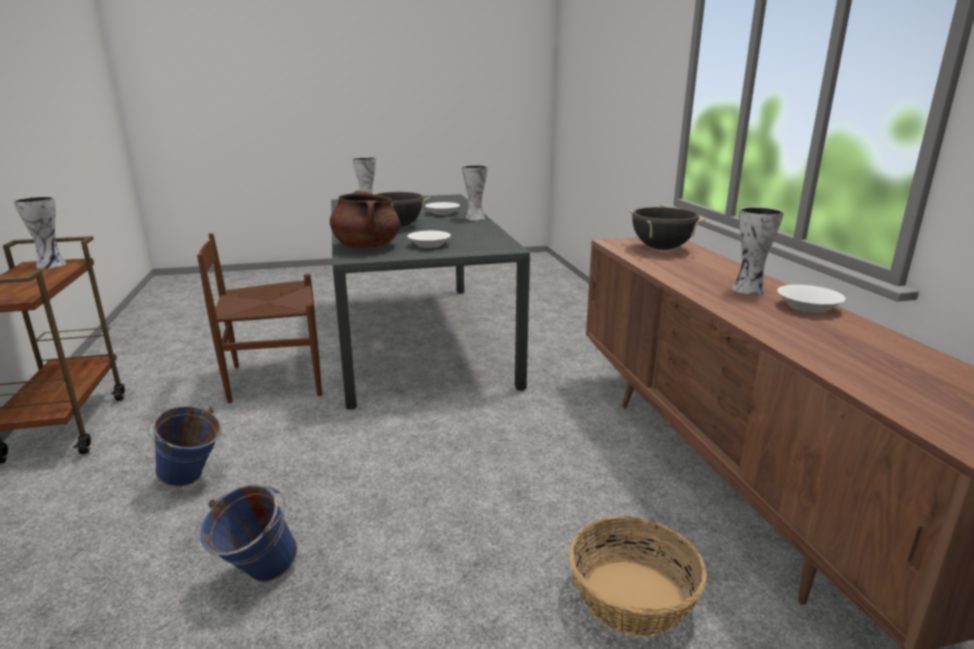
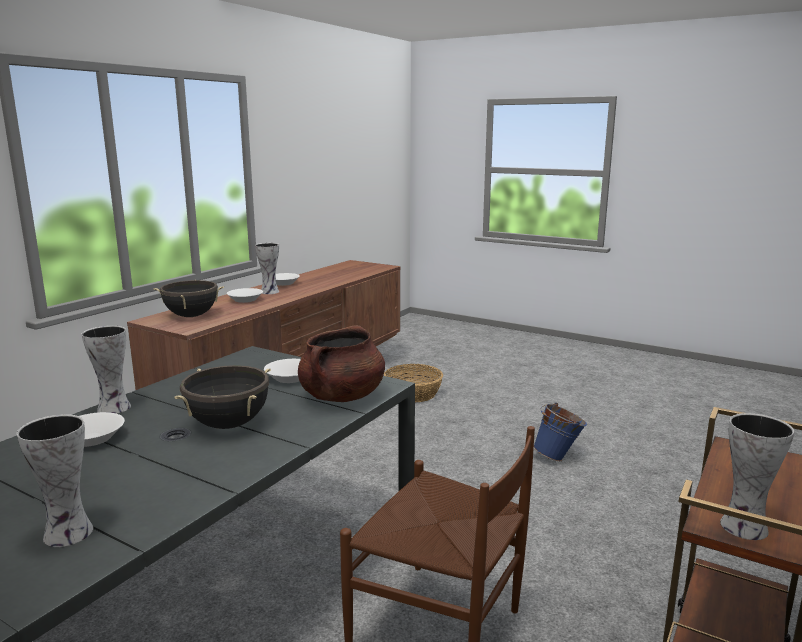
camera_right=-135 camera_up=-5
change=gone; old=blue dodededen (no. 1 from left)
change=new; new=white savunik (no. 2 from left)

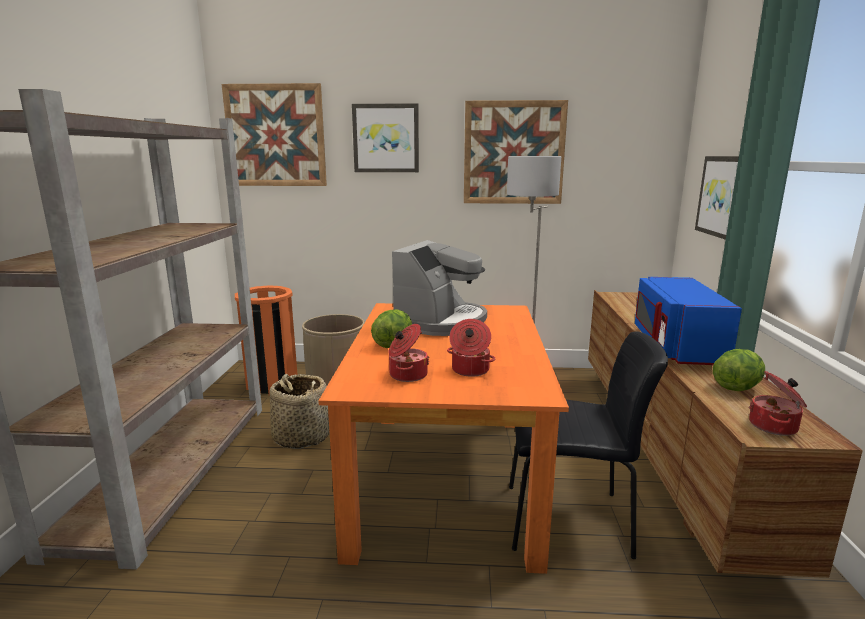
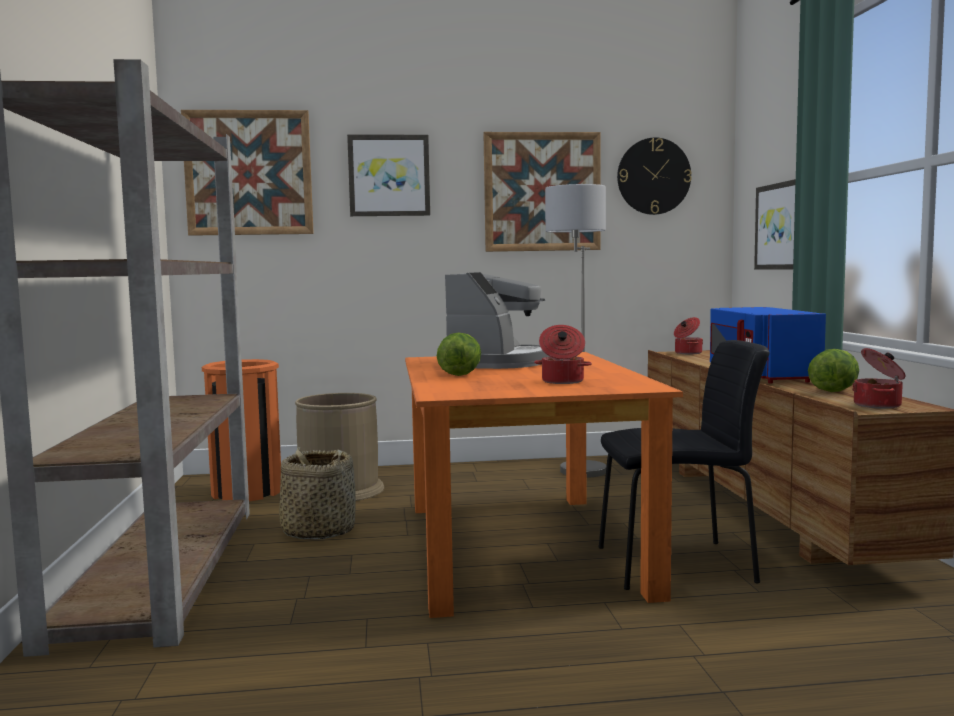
camera_right=-10 camera_up=-10
change=shifted; old=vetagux (no. 1 from left in the first image); new=vetagux (no. 2 from left)
change=new; new=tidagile

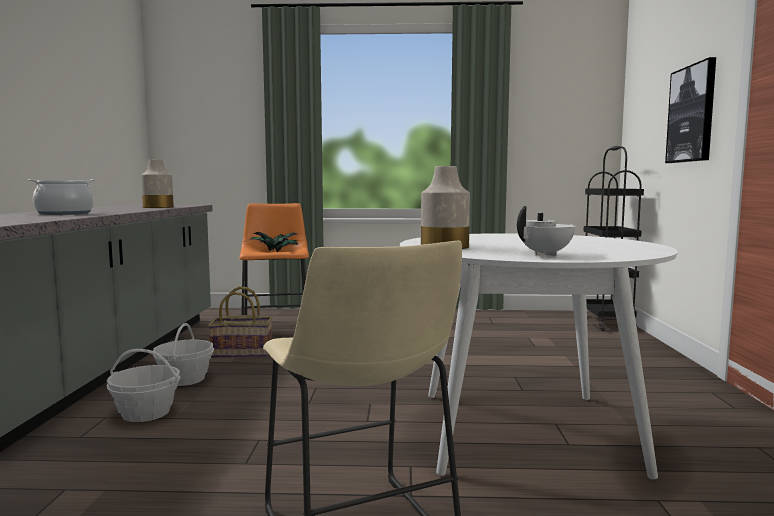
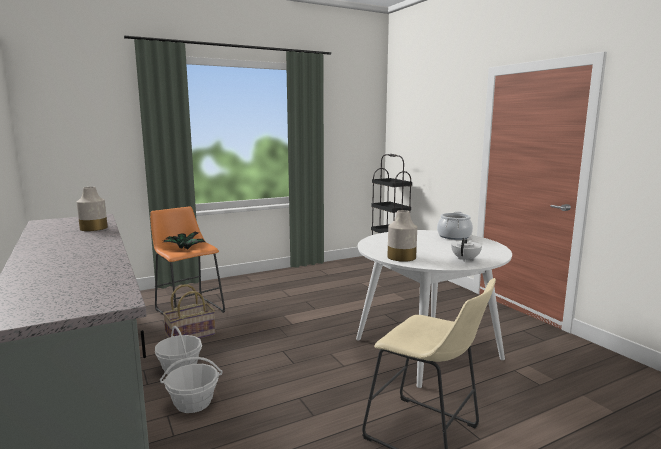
camera_right=-30 camera_up=5
change=gone; old=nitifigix
change=shifted; old=vetagux

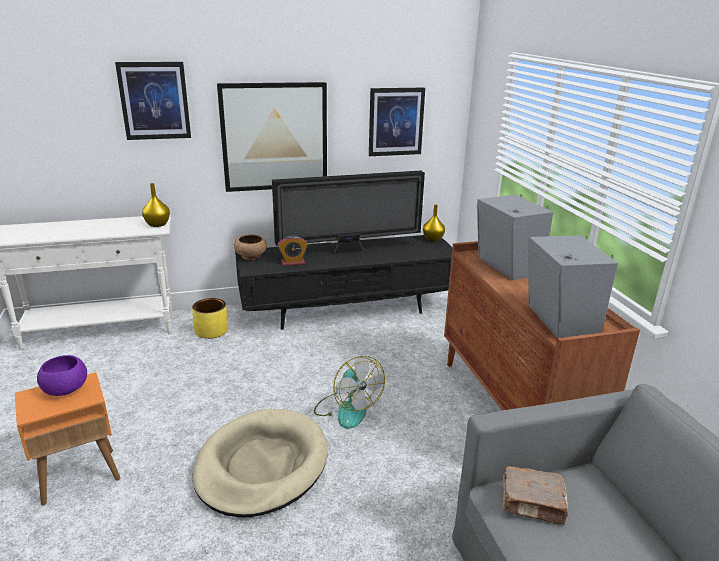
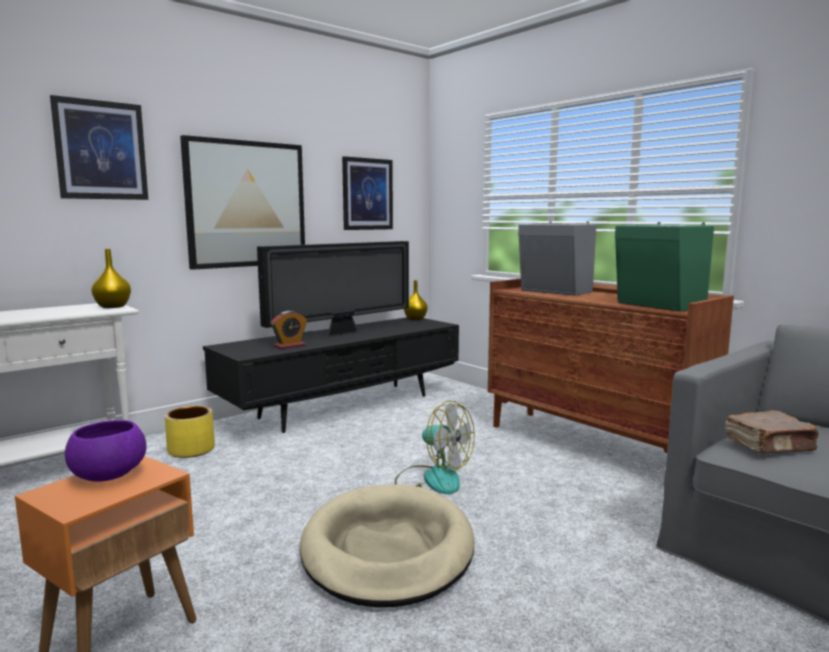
camera_right=-25 camera_up=-15
change=gone; old=brown savunik
change=repainted; old=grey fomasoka (no. 2 from left); new=green fomasoka

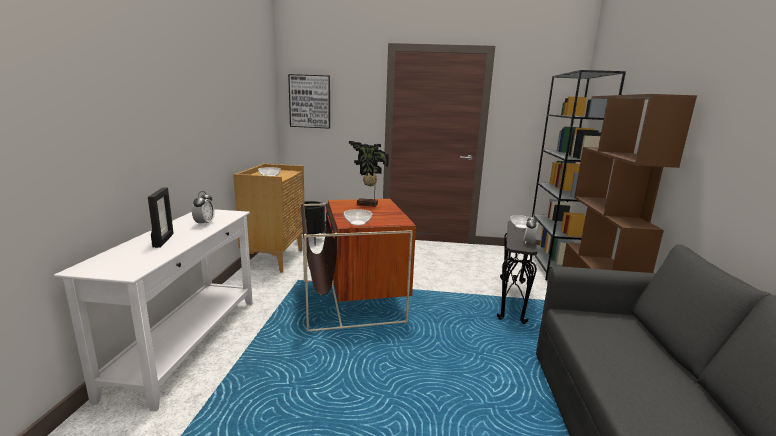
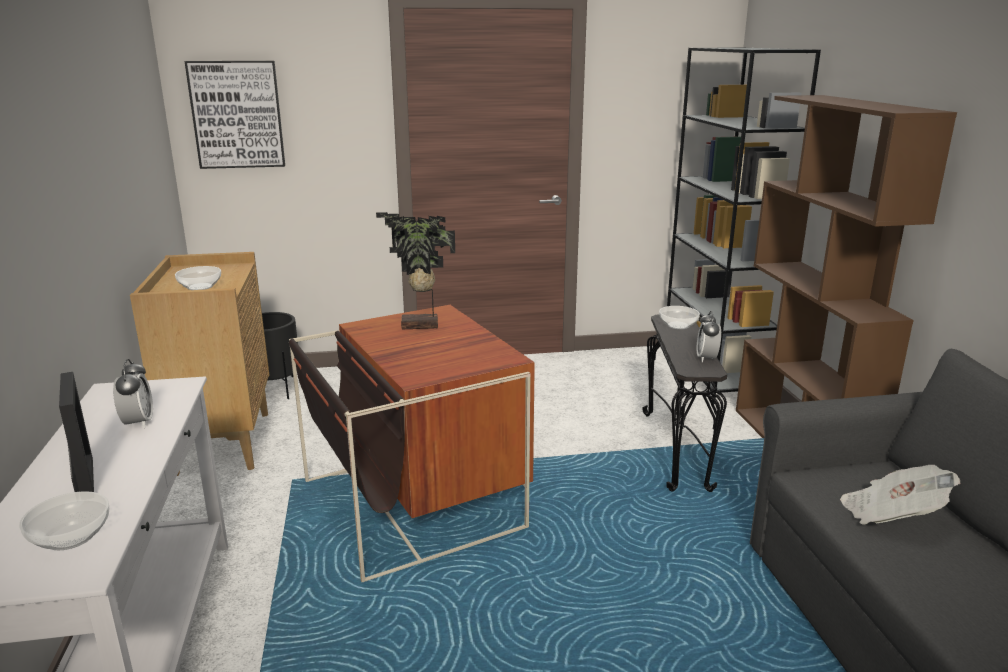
camera_right=-15 camera_up=5
change=shifted; old=savunik (no. 2 from left in the first image); new=savunik (no. 1 from left)
change=new; new=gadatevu

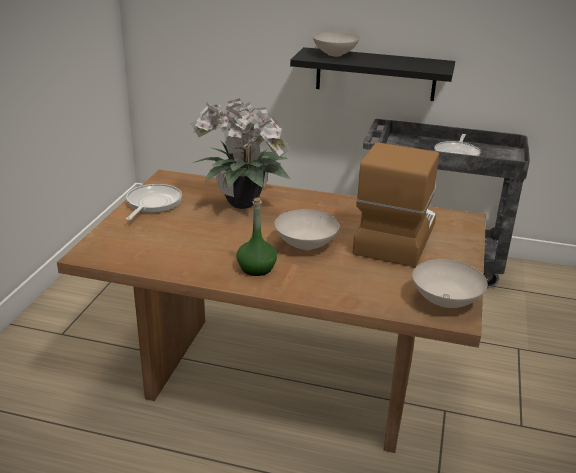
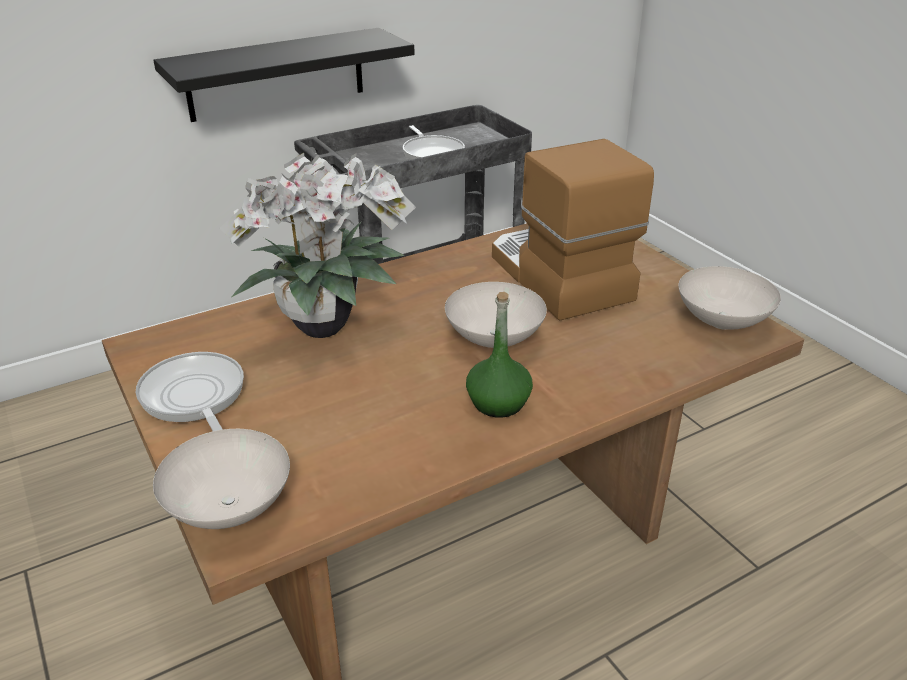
camera_right=-45 camera_up=5
change=shifted; old=white savunik (no. 2 from left in the first image); new=white savunik (no. 1 from left)

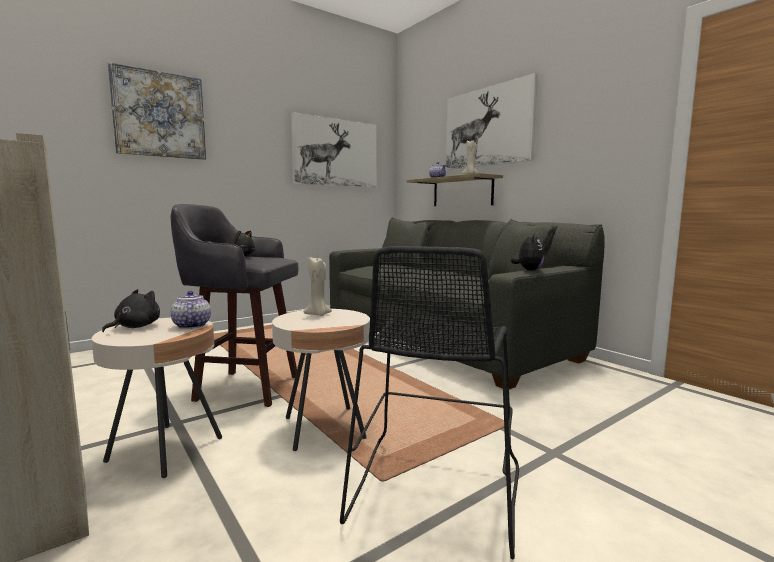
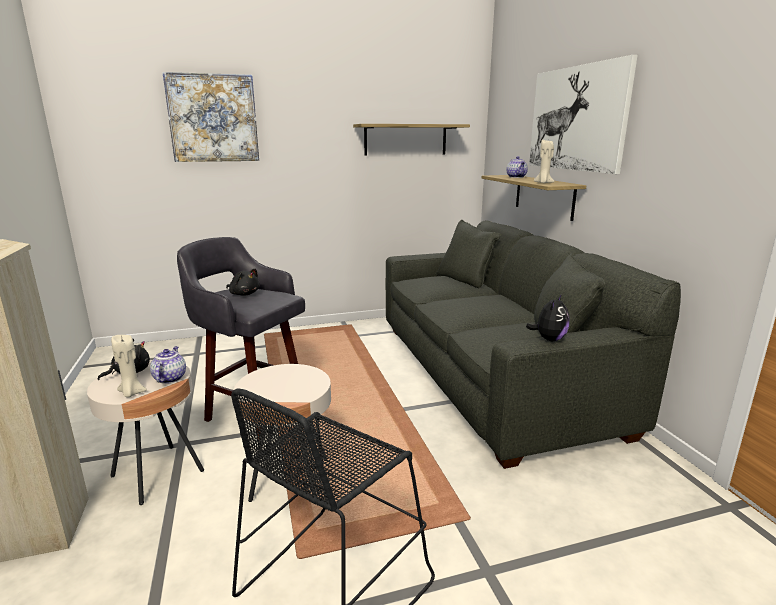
camera_right=20 camera_up=10
change=swapped; old=nitifigix (no. 2 from left); new=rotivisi (no. 1 from left)
change=shifted; old=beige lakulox (no. 1 from left)

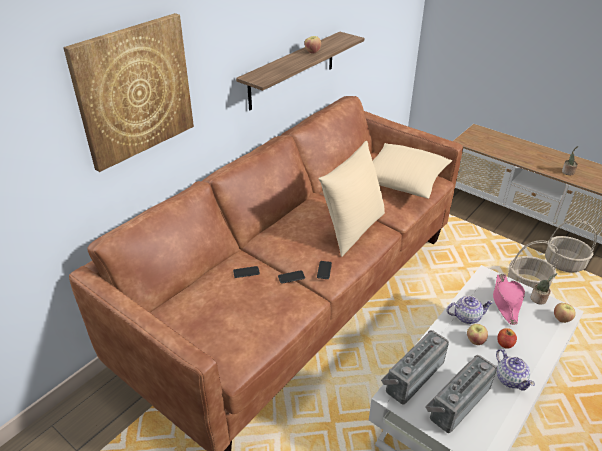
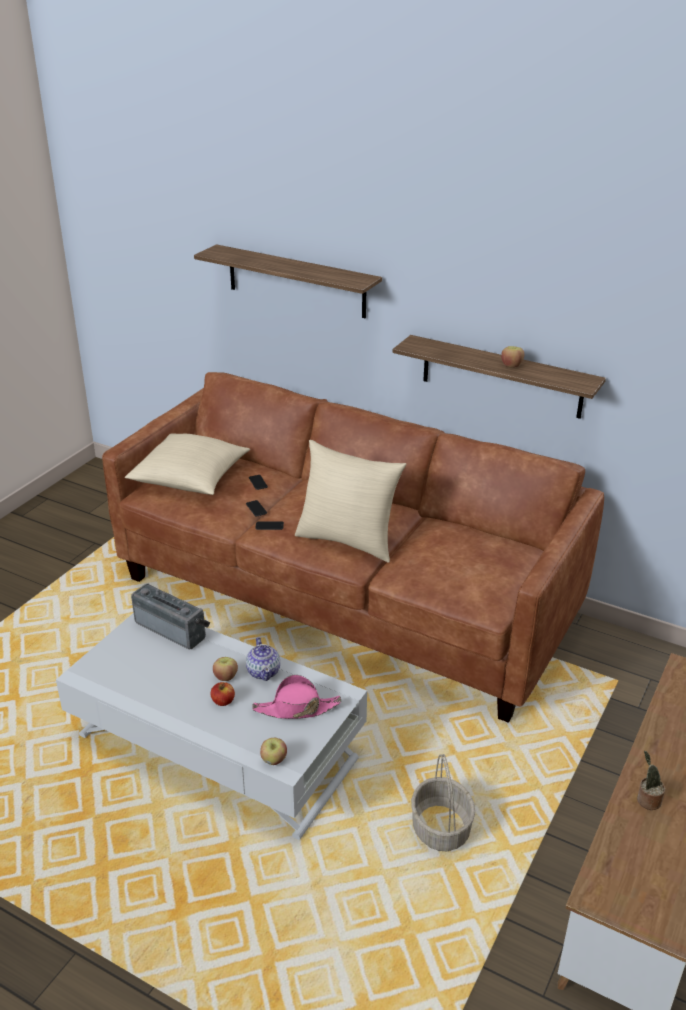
camera_right=80 camera_up=-5
change=swapped; old=nitifigix; new=rotivisi (no. 1 from left)
change=shifted; old=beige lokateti (no. 2 from left in the first image); new=beige lokateti (no. 1 from left)
change=gone; old=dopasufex (no. 2 from left)
change=gone; old=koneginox (no. 1 from left)
change=gone; old=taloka (no. 2 from left)
change=gone; old=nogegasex (no. 2 from left)

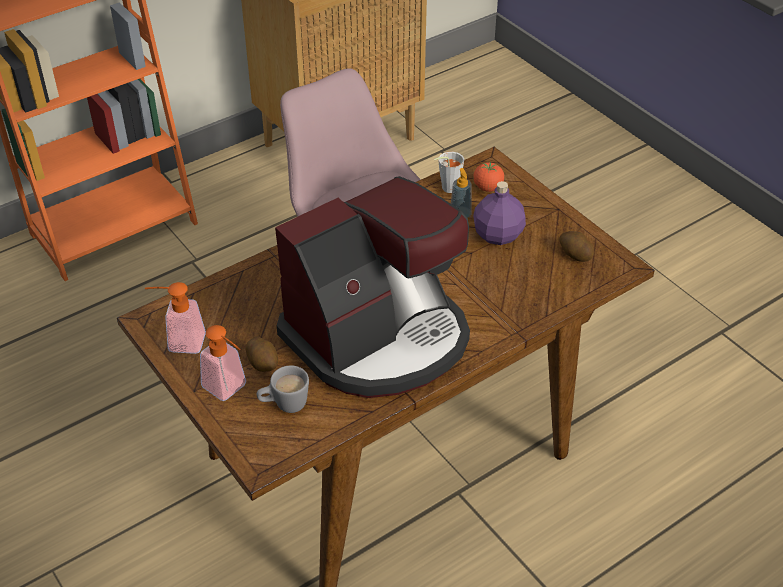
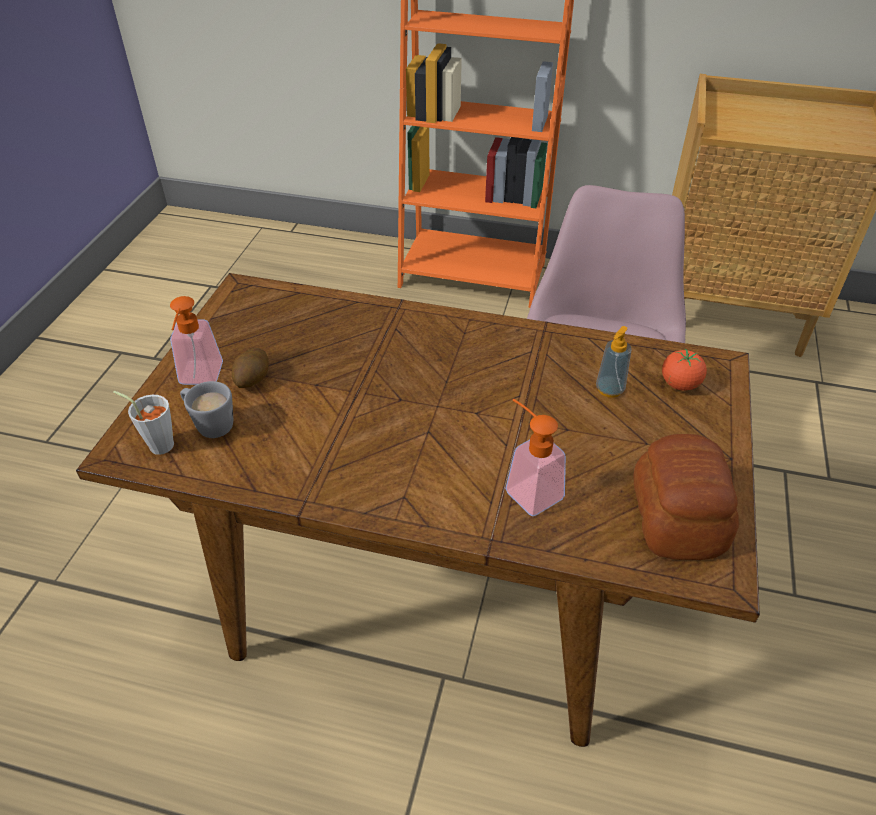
camera_right=50 camera_up=0
change=shifted; old=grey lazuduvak
change=gone; old=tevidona
change=gone; old=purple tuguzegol
change=swapped; old=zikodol (no. 2 from left); new=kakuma
change=shifted; old=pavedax (no. 1 from left in the first image); new=pavedax (no. 2 from left)

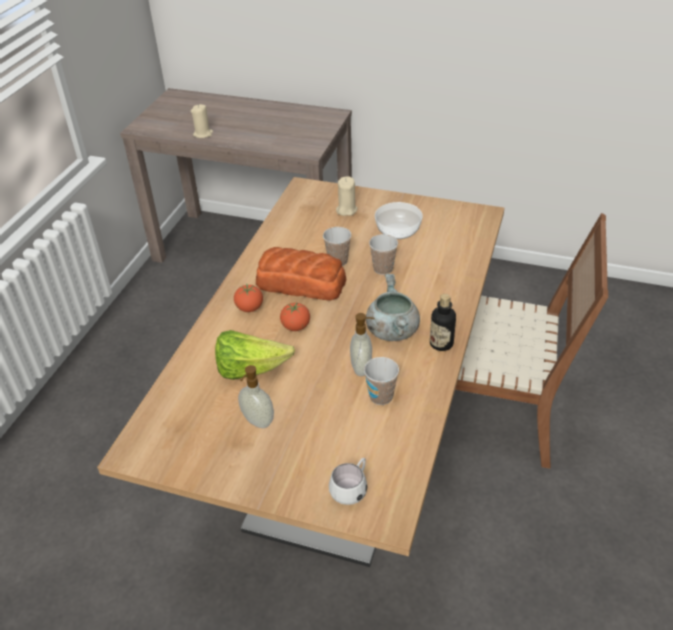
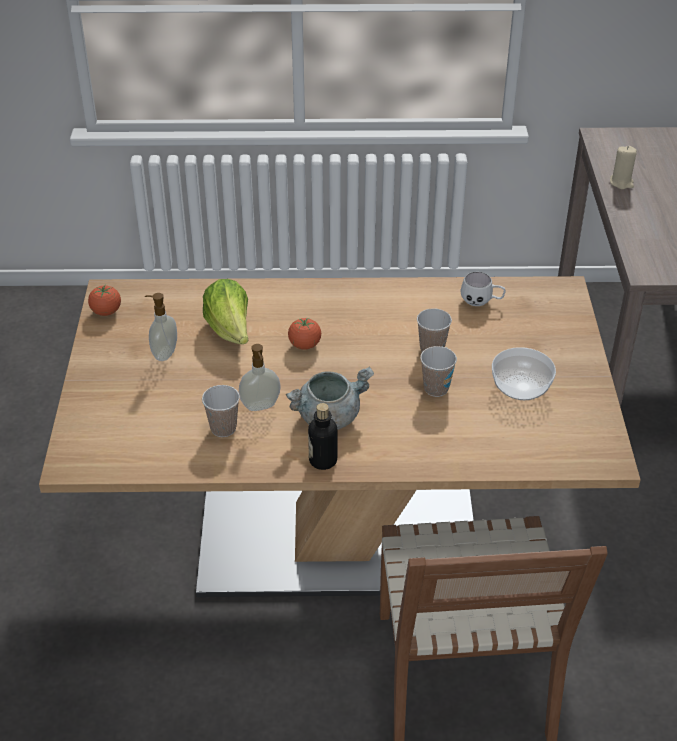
camera_right=70 camera_up=0
change=gone; old=beige lakulox (no. 2 from left)
change=gone; old=kakuma
change=shifted; old=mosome (no. 1 from left)
change=shifted; old=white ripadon

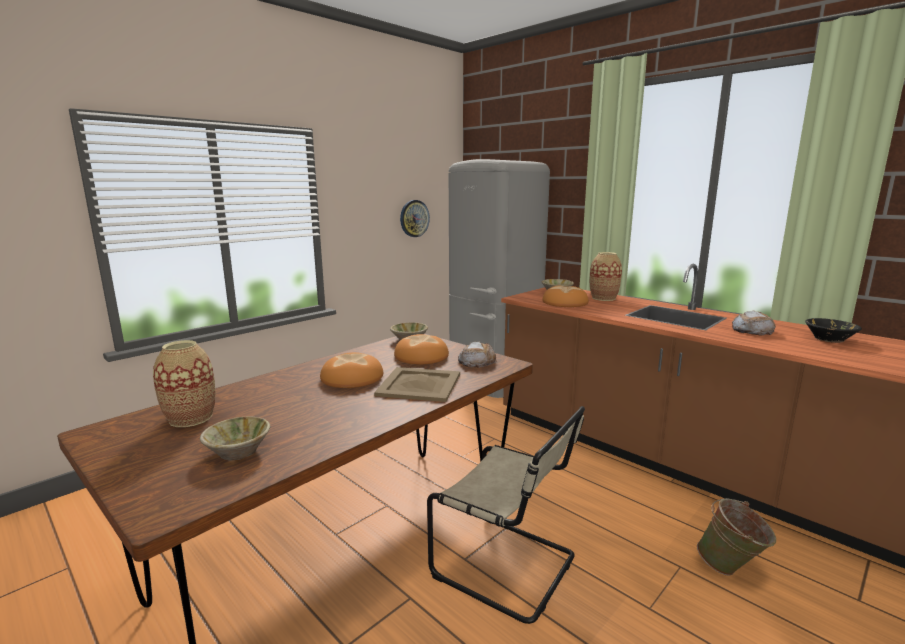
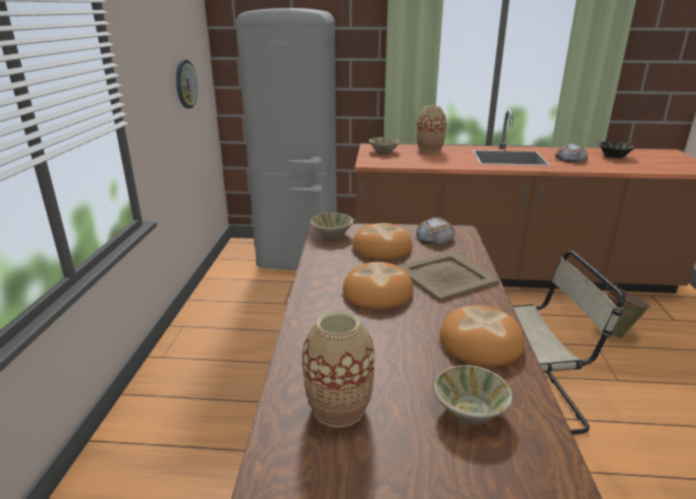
camera_right=-40 camera_up=10
change=shifted; old=kakuma (no. 4 from left)

